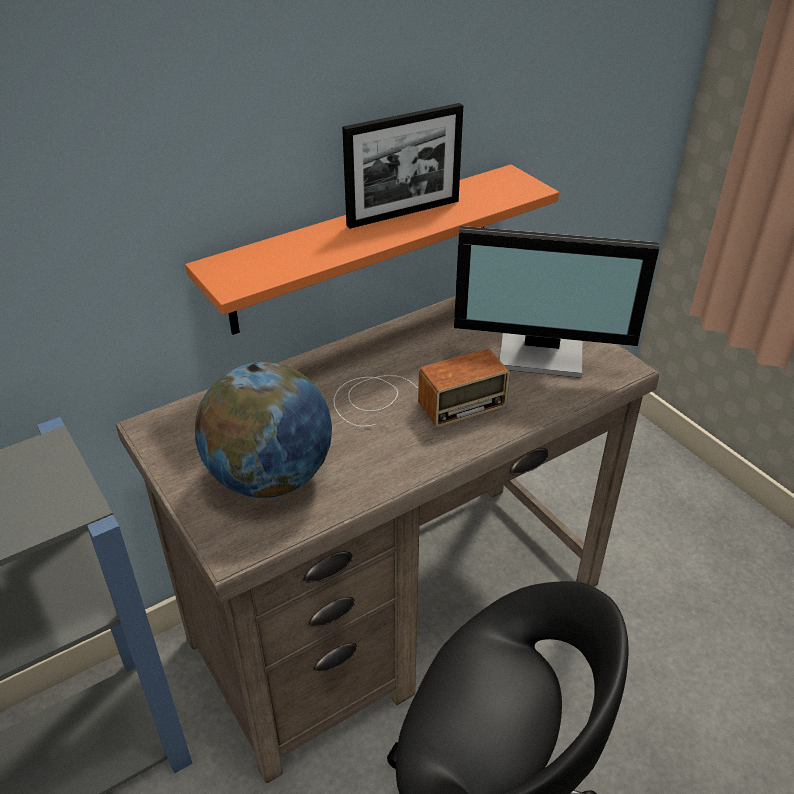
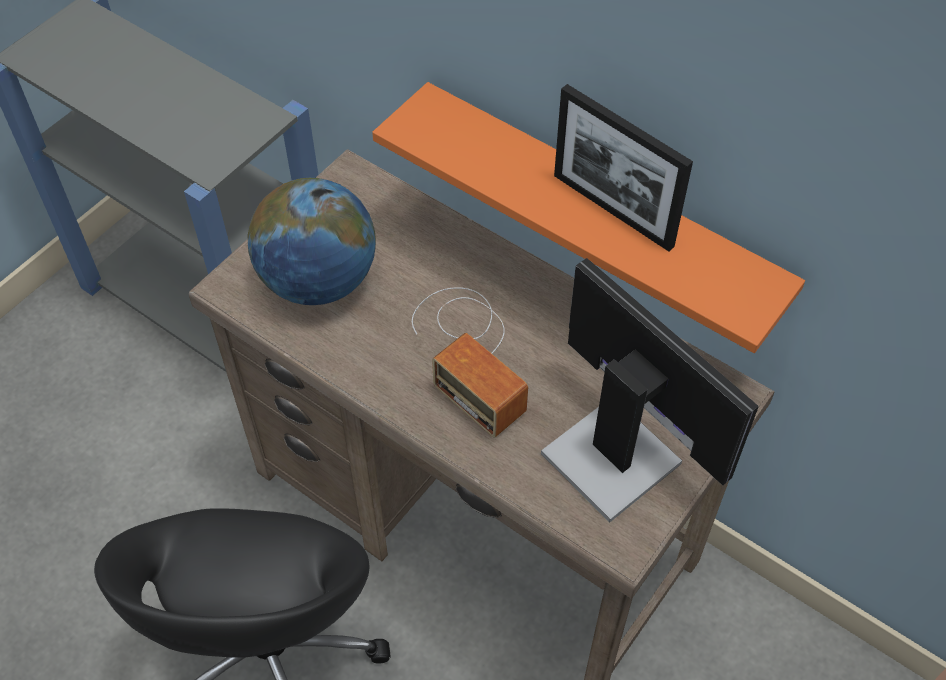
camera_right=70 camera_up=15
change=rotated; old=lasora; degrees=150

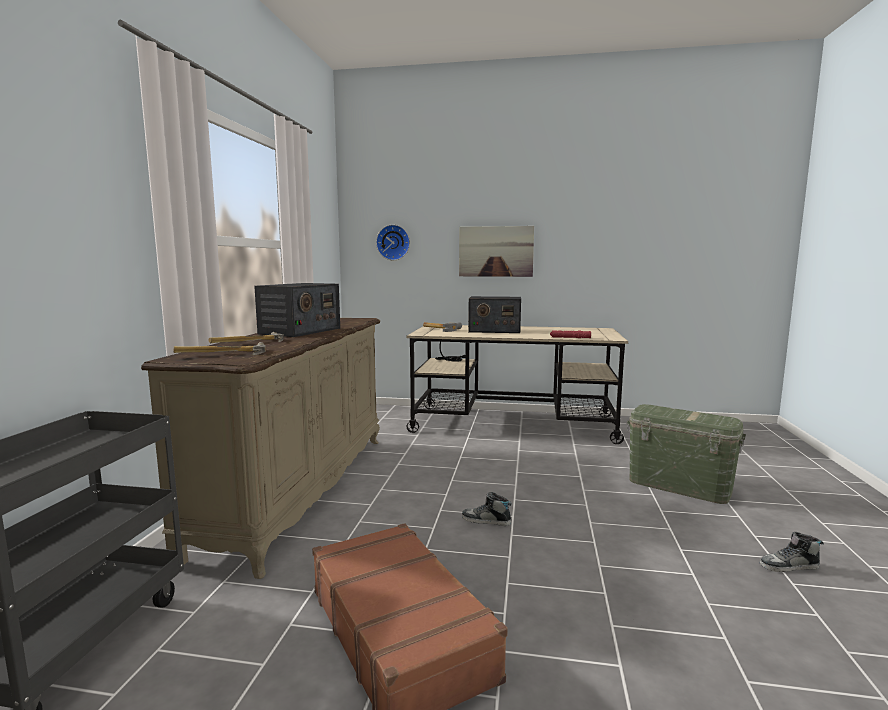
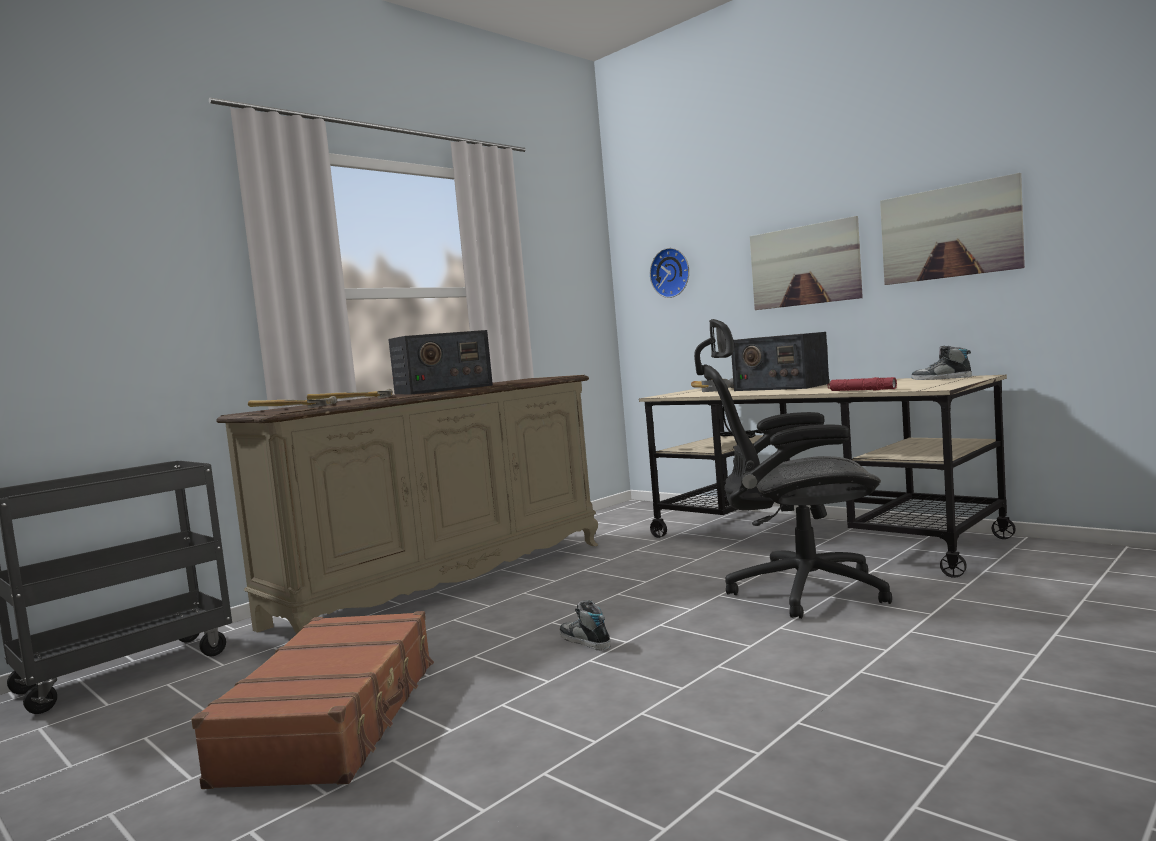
camera_right=35 camera_up=-5
change=gone; old=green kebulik
change=shifted; old=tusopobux (no. 2 from left)
change=new; new=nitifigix (no. 2 from left)
change=new; new=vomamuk

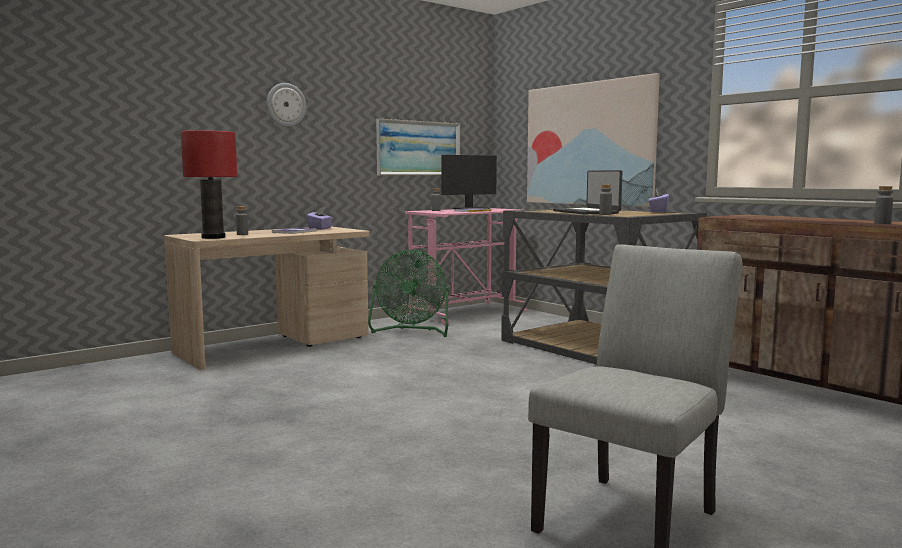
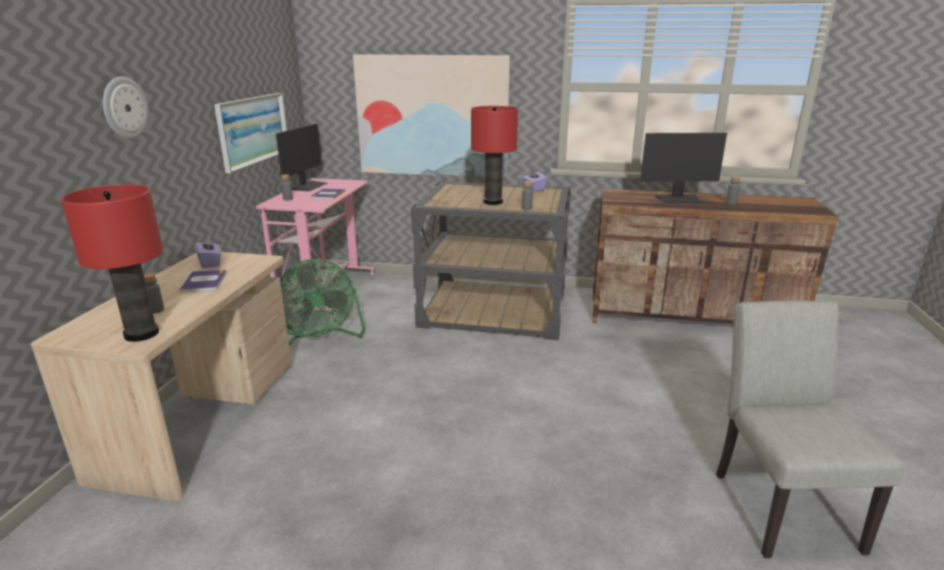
camera_right=-40 camera_up=15
change=swapped; old=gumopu; new=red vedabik (no. 2 from left)
change=new; new=lasora (no. 2 from left)

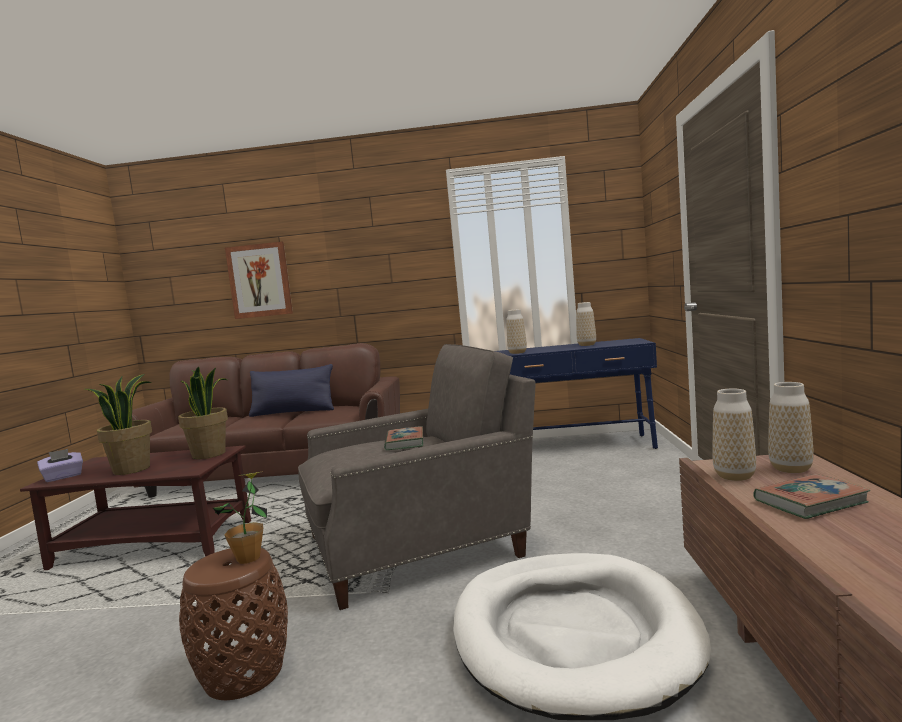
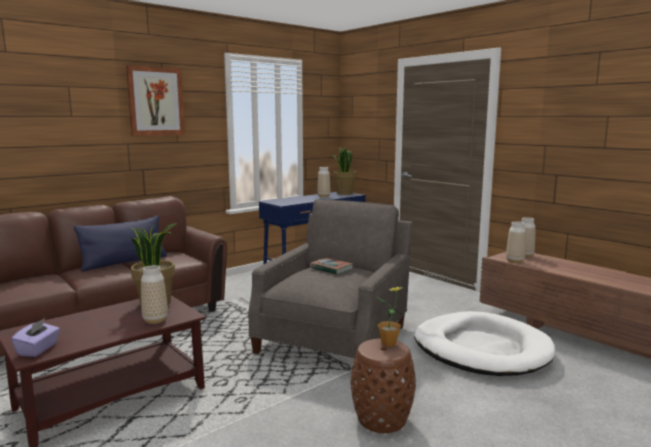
camera_right=-45 camera_up=5
change=shifted; old=nitifigix
change=shifted; old=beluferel (no. 1 from left)
change=shifted; old=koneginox (no. 1 from left in the first image); new=koneginox (no. 2 from left)
change=gone; old=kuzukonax (no. 2 from left)

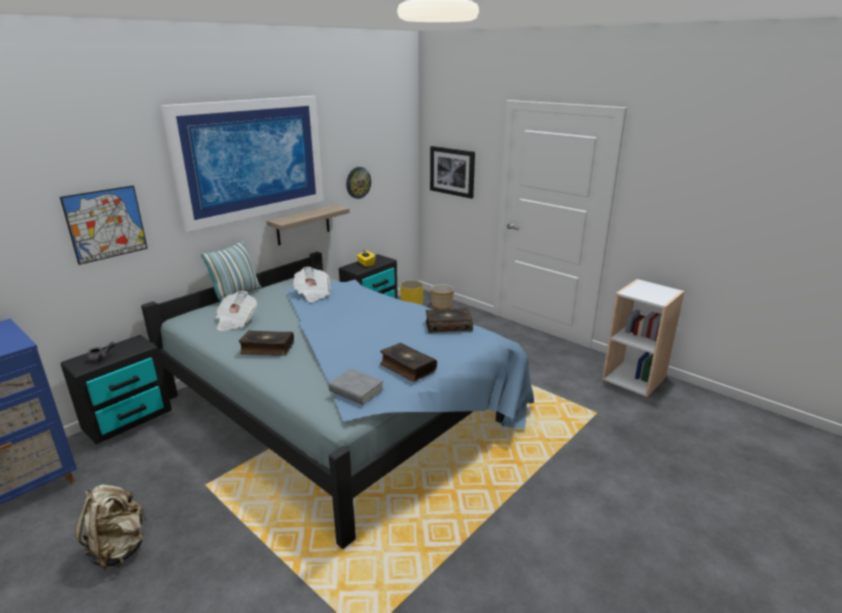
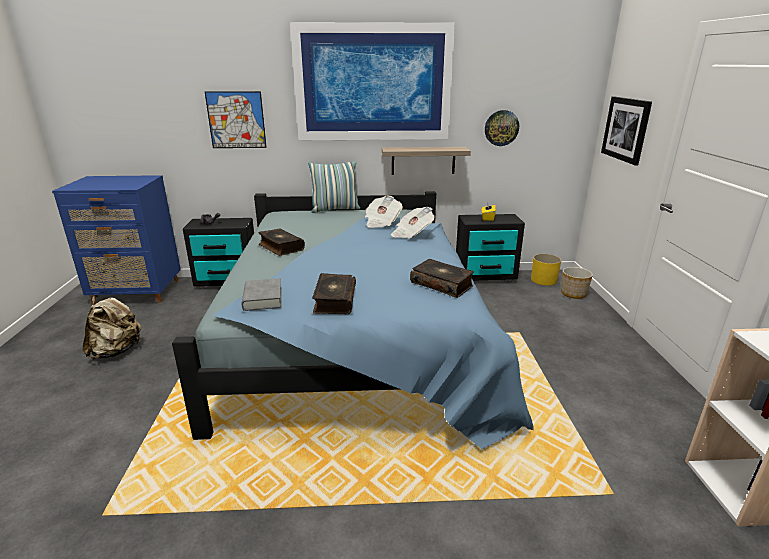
camera_right=45 camera_up=0
change=shifted; old=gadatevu (no. 1 from left in the first image); new=gadatevu (no. 2 from left)

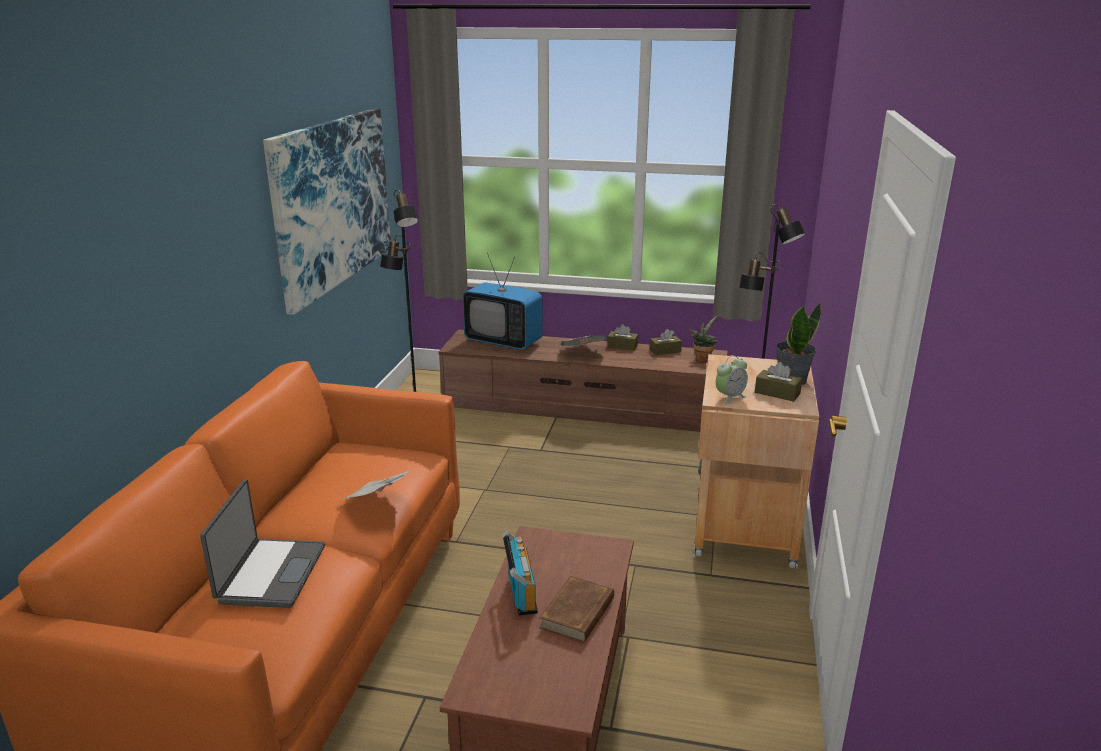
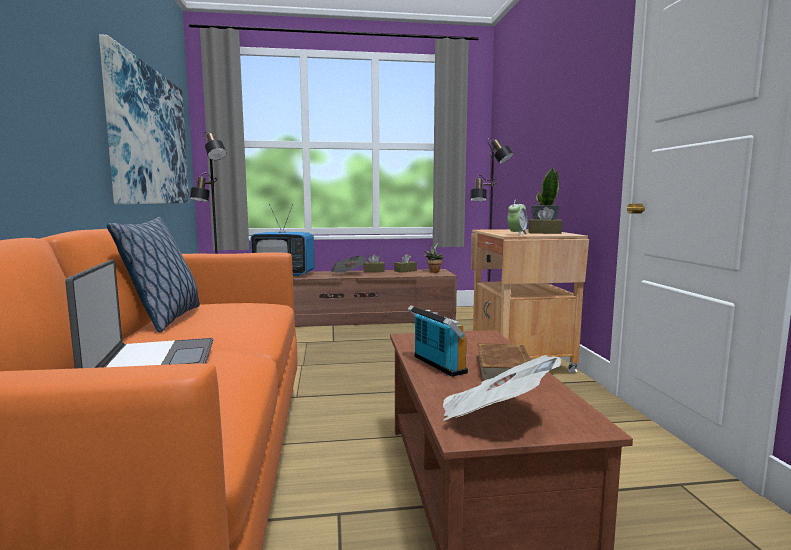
camera_right=-20 camera_up=-15
change=shifted; old=gadatevu (no. 1 from left in the first image); new=gadatevu (no. 2 from left)
change=new; new=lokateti

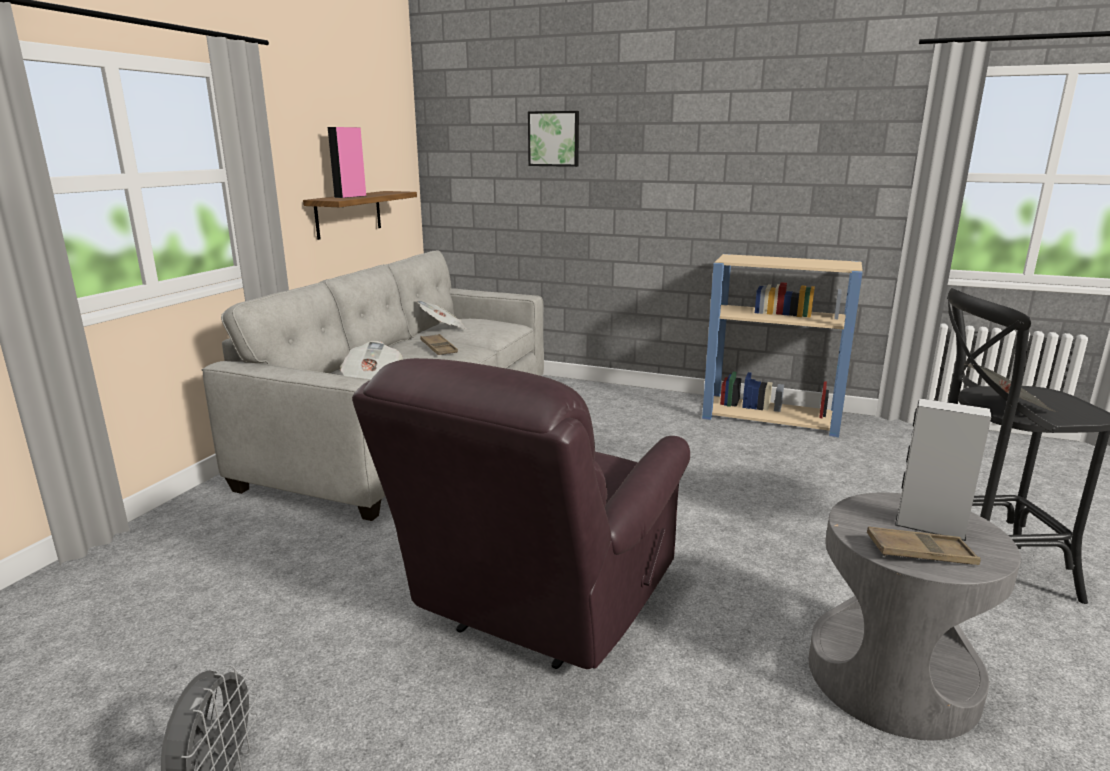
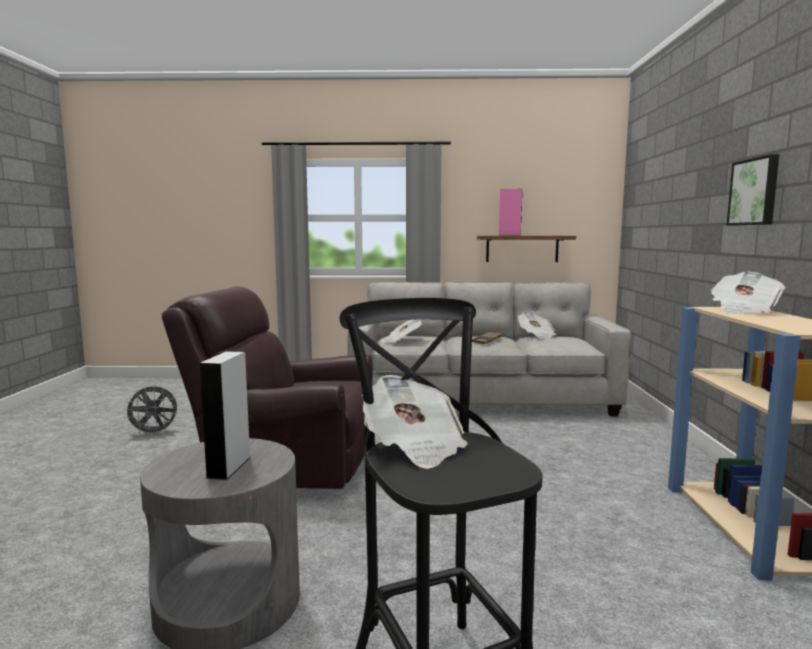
camera_right=70 camera_up=-10
change=shifted; old=nitifigix
change=gone; old=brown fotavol (no. 2 from left)
change=new; new=gadatevu (no. 4 from left)

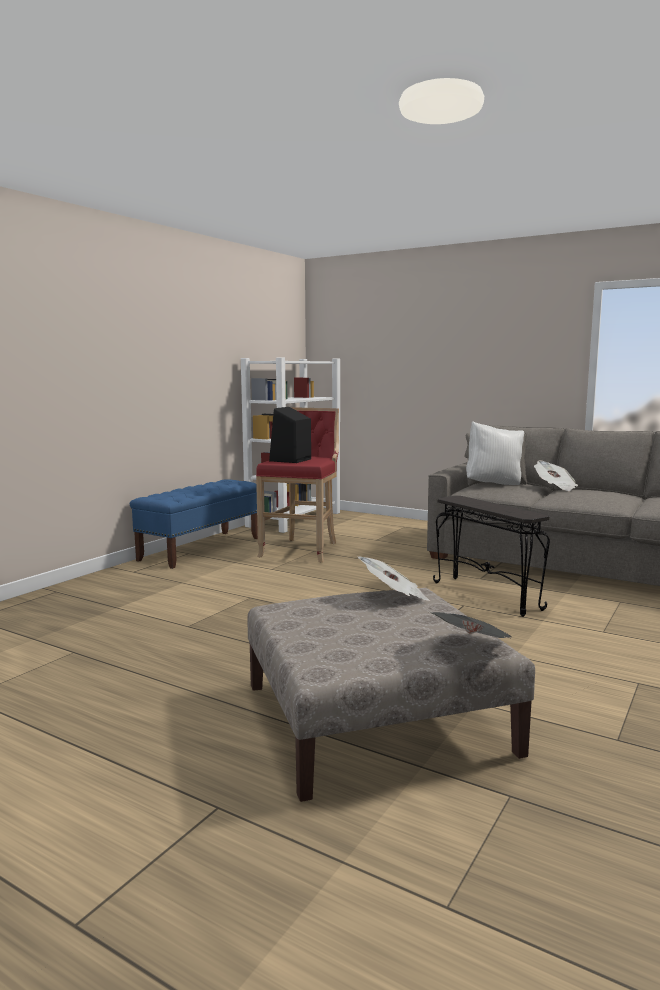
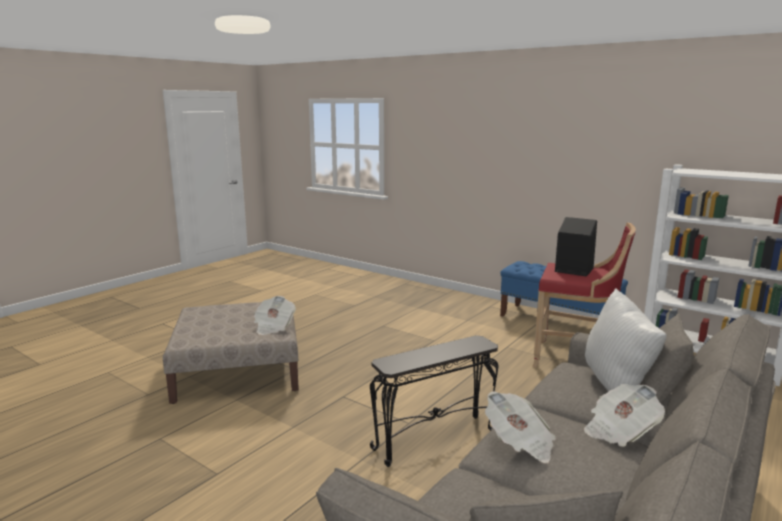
camera_right=95 camera_up=5
change=shifted; old=gadatevu (no. 2 from left)

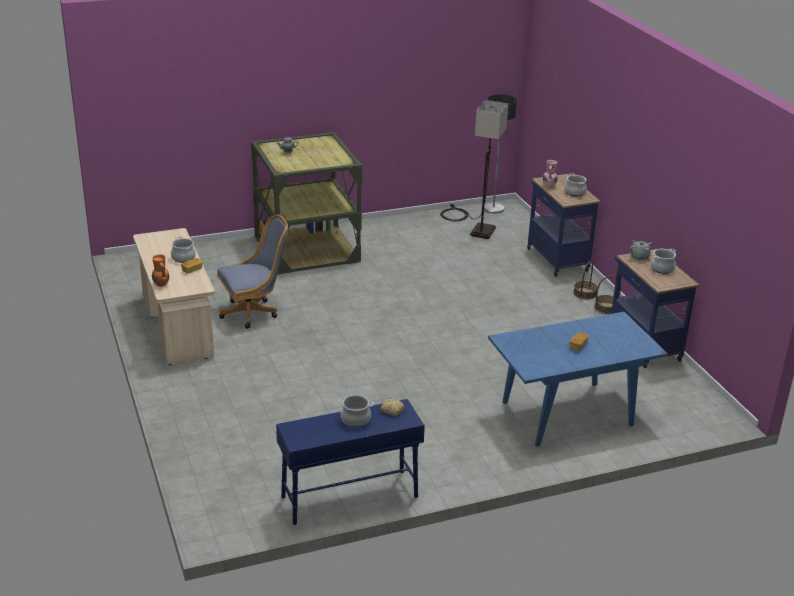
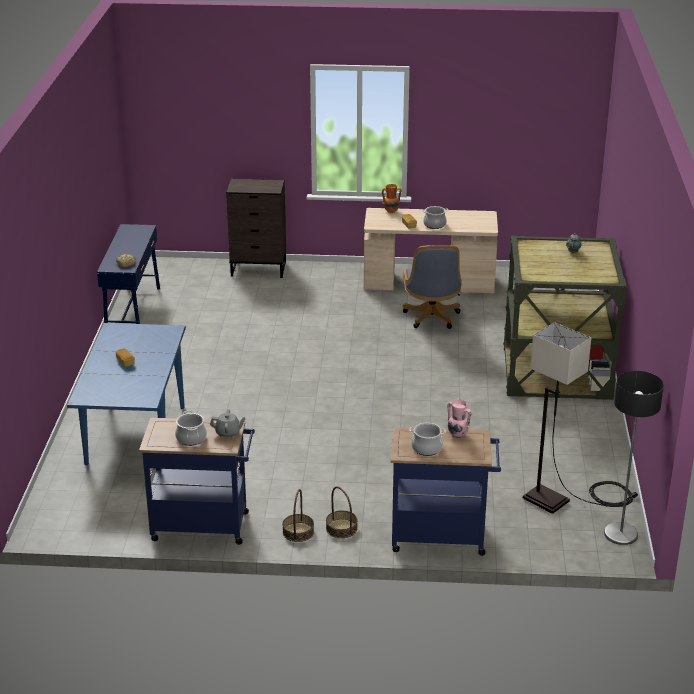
camera_right=115 camera_up=0
change=gone; old=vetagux (no. 2 from left)
change=new; new=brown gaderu

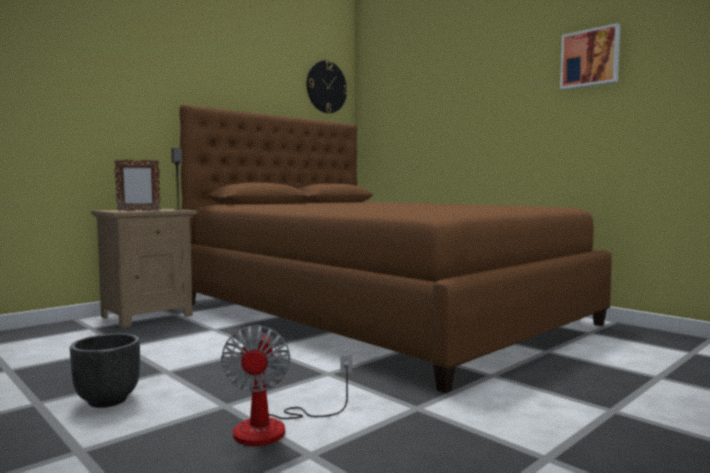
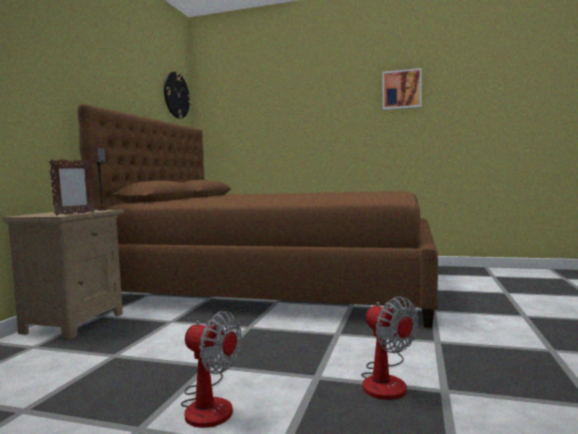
camera_right=-30 camera_up=0
change=swapped; old=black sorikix; new=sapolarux (no. 1 from left)

